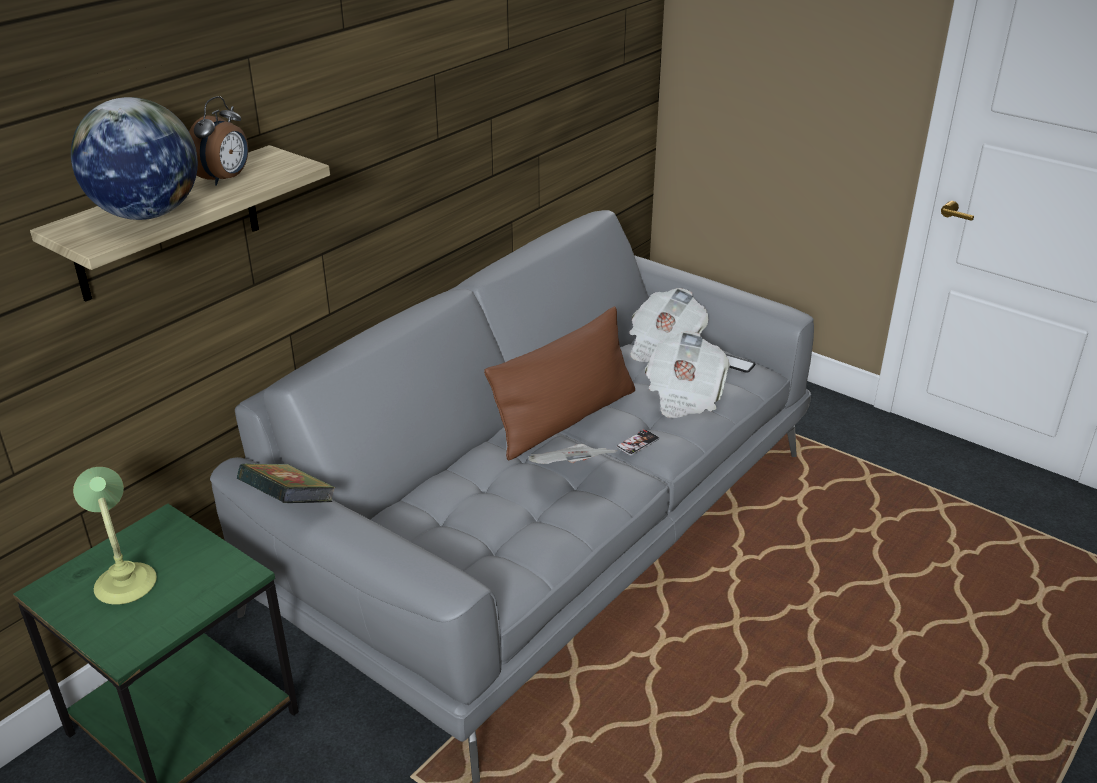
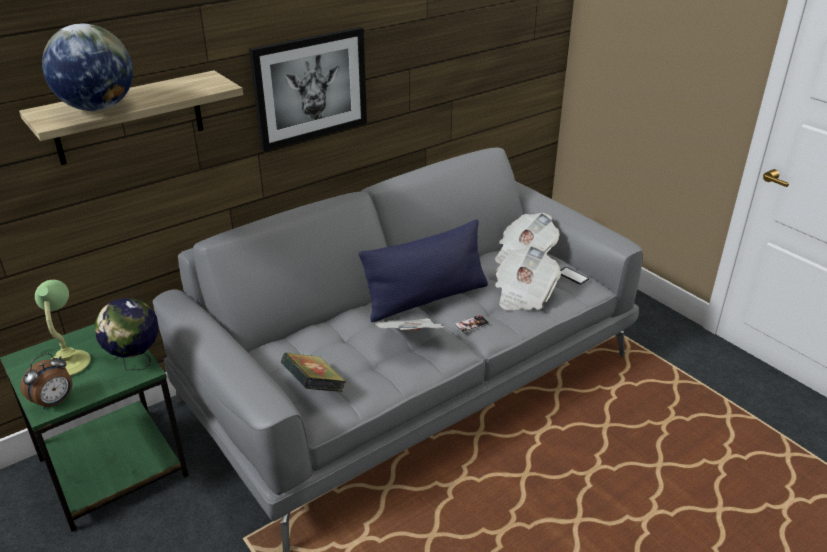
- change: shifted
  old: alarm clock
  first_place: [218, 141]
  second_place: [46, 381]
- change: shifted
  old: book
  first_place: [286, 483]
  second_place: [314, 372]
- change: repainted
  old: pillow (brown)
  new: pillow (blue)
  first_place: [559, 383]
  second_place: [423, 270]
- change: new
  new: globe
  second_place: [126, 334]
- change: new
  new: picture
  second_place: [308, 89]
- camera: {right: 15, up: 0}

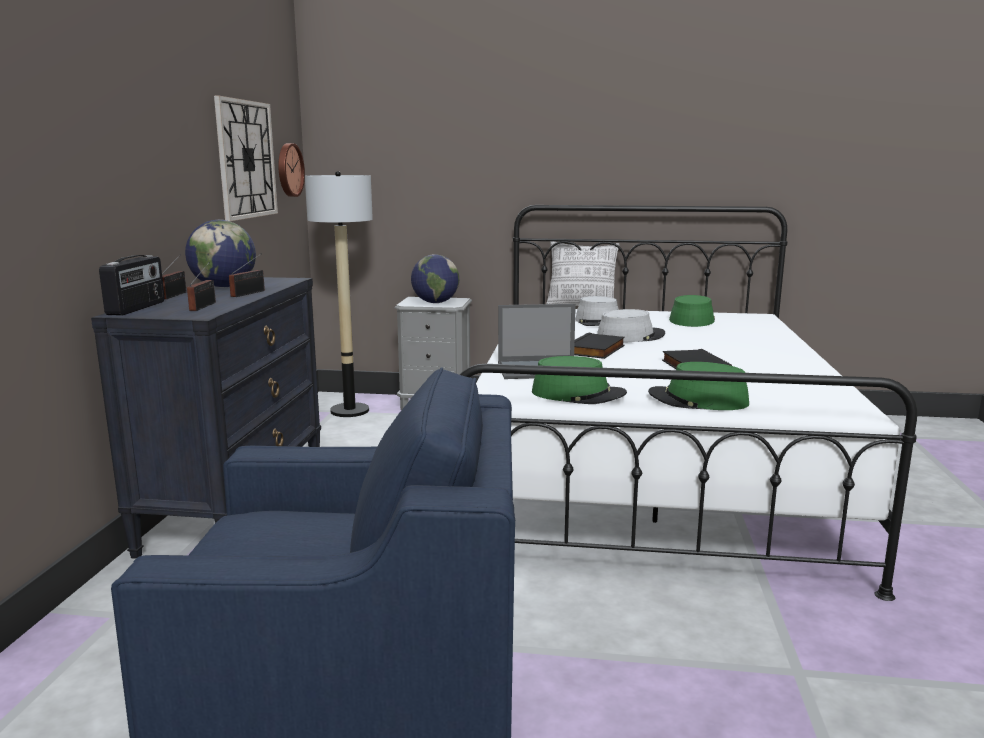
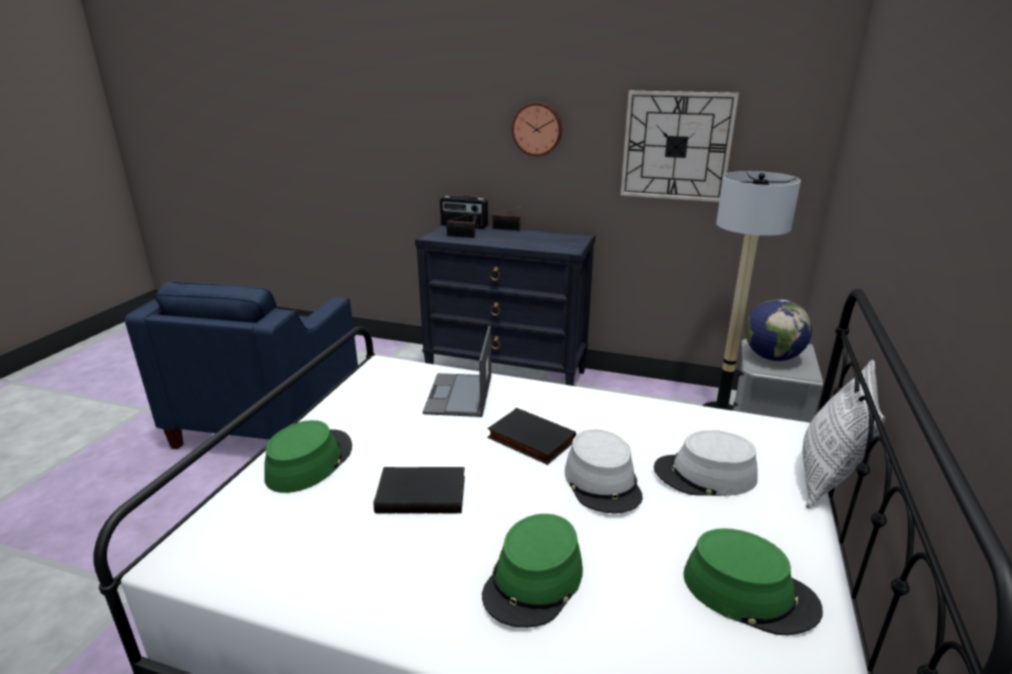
- change: gone
  old: globe
  first_place: [220, 254]
- change: gone
  old: radio
  first_place: [247, 275]
- change: shifted
  old: wall clock
  first_place: [291, 170]
  second_place: [537, 129]
- change: shifted
  old: hat (green)
  first_place: [579, 380]
  second_place: [532, 571]
- camera: {right: 100, up: 10}

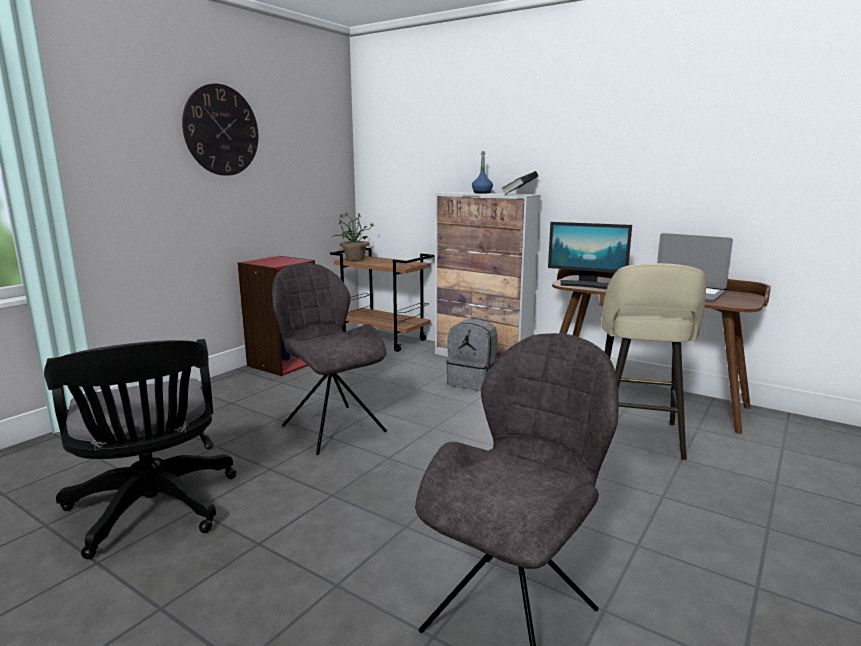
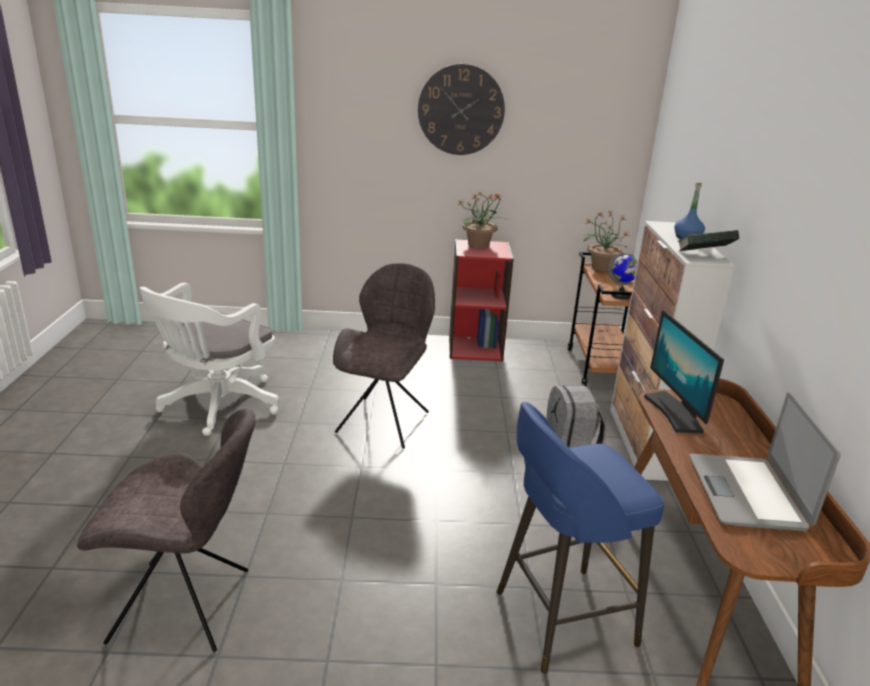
- change: repainted
  old: office chair (black)
  new: office chair (white)
  first_place: [140, 449]
  second_place: [209, 359]
- change: repainted
  old: stool (beige)
  new: stool (blue)
  first_place: [654, 361]
  second_place: [580, 538]
- change: new
  new: potted plant
  second_place: [482, 220]
- change: new
  new: globe
  second_place: [623, 275]
- camera: {right: 55, up: 10}

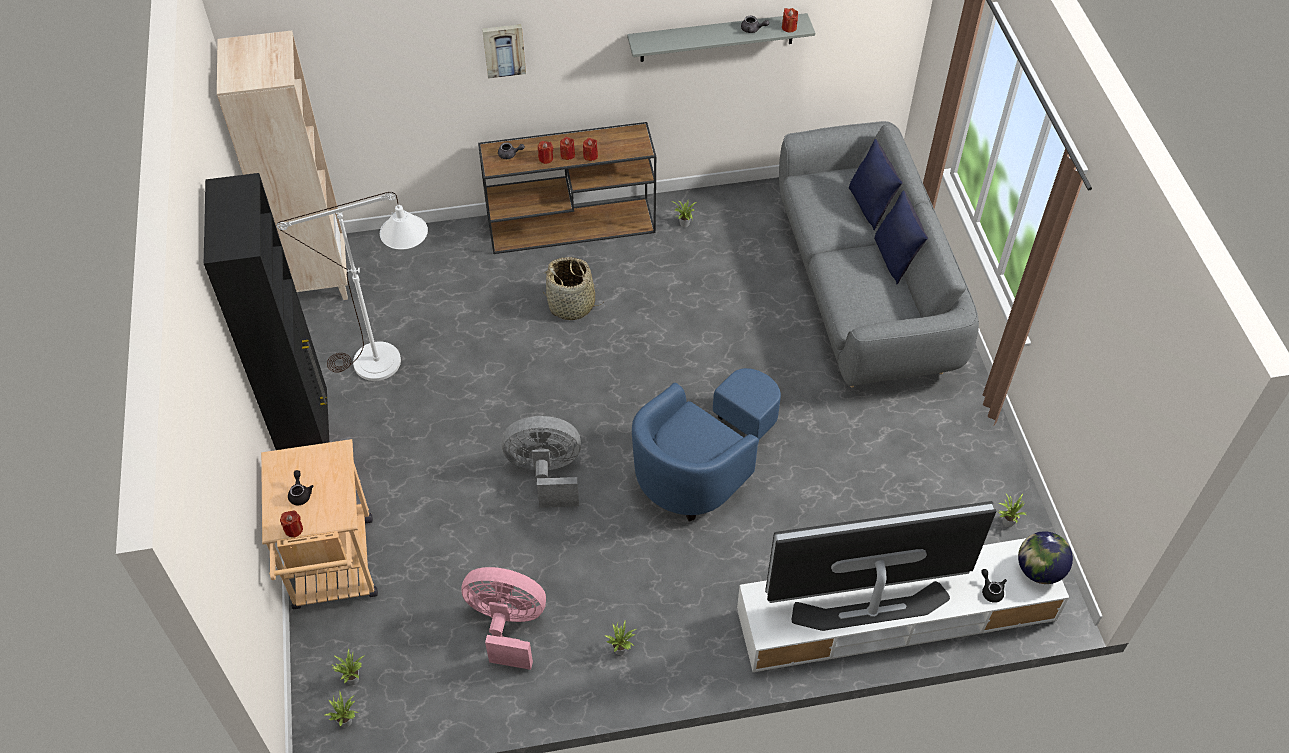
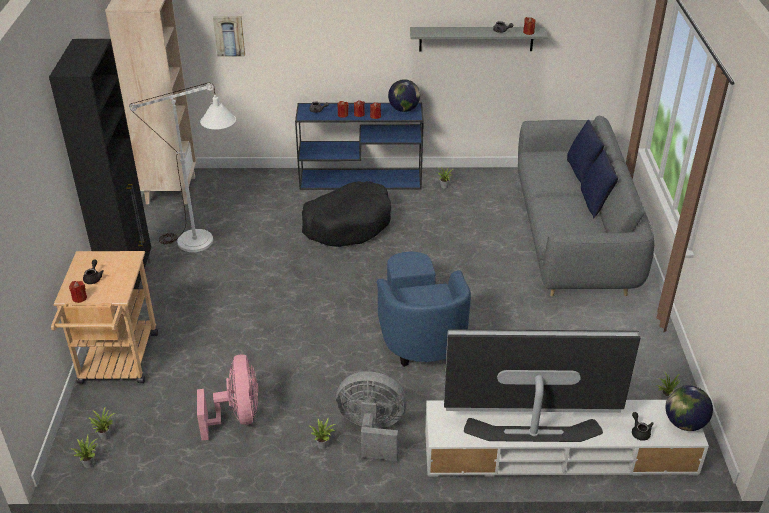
- change: rotated
  old: fan (pink)
  first_place: [503, 618]
  second_place: [228, 398]
  degrees: 60
- change: repainted
  old: console table (brown)
  new: console table (blue)
  first_place: [567, 188]
  second_place: [359, 146]
- change: shifted
  old: picture
  first_place: [504, 51]
  second_place: [229, 36]
- change: shifted
  old: fan (grey)
  first_place: [541, 461]
  second_place: [371, 416]
- change: swapped
  old: basket
  new: dog bed (black)
  first_place: [573, 288]
  second_place: [346, 214]
- change: rotated
  old: armchair (blue)
  first_place: [706, 445]
  second_place: [424, 309]
  degrees: -60
- change: new
  new: globe
  second_place: [404, 95]
- camera: {right: 10, up: -15}

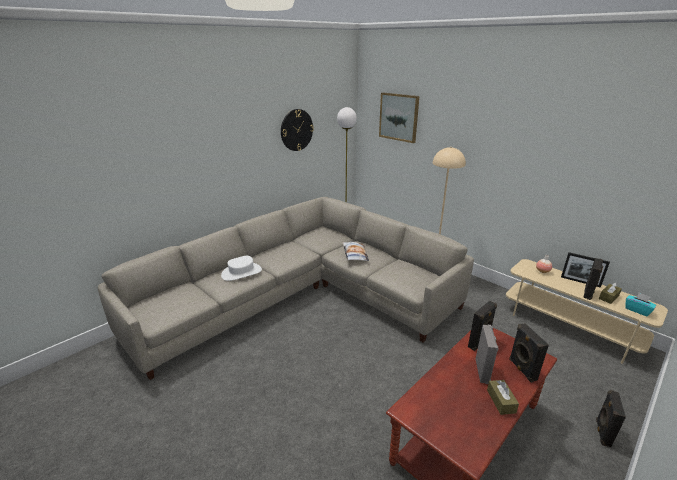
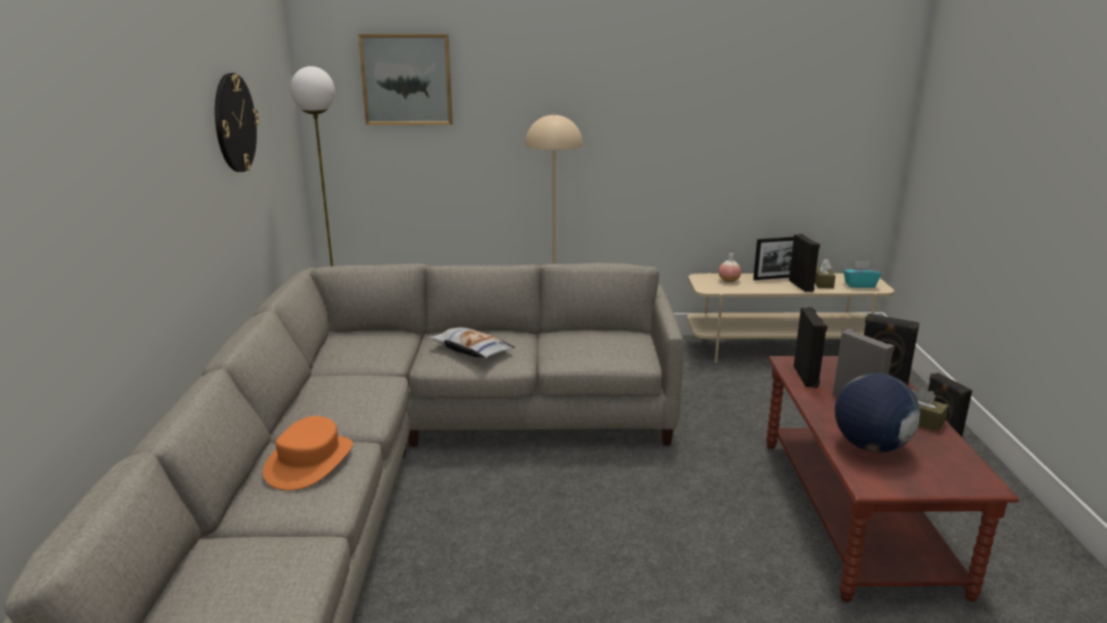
- change: repainted
  old: hat (white)
  new: hat (orange)
  first_place: [241, 268]
  second_place: [308, 453]
- change: new
  new: globe
  second_place: [877, 412]
- camera: {right: -45, up: -5}

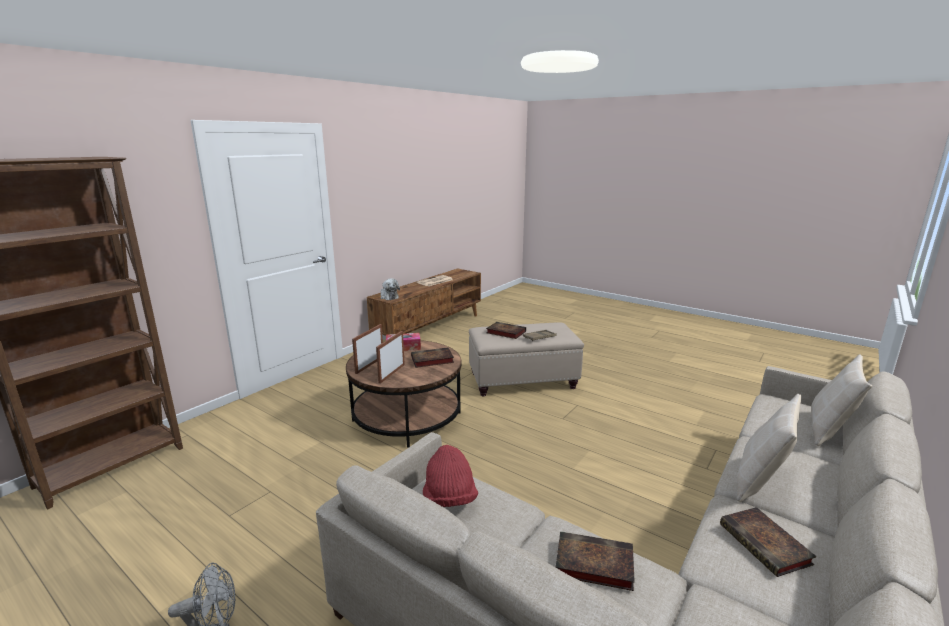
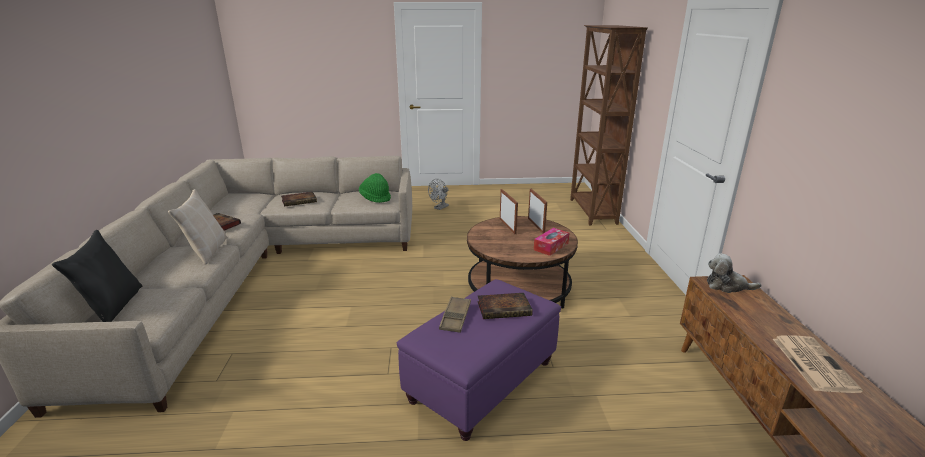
- change: gone
  old: book
  first_place: [432, 357]
- change: repainted
  old: hat (red)
  new: hat (green)
  first_place: [450, 476]
  second_place: [375, 188]
- change: repainted
  old: ottoman (beige)
  new: ottoman (purple)
  first_place: [526, 359]
  second_place: [479, 360]
- change: repainted
  old: pillow (beige)
  new: pillow (black)
  first_place: [841, 400]
  second_place: [97, 276]
- camera: {right: 140, up: 5}

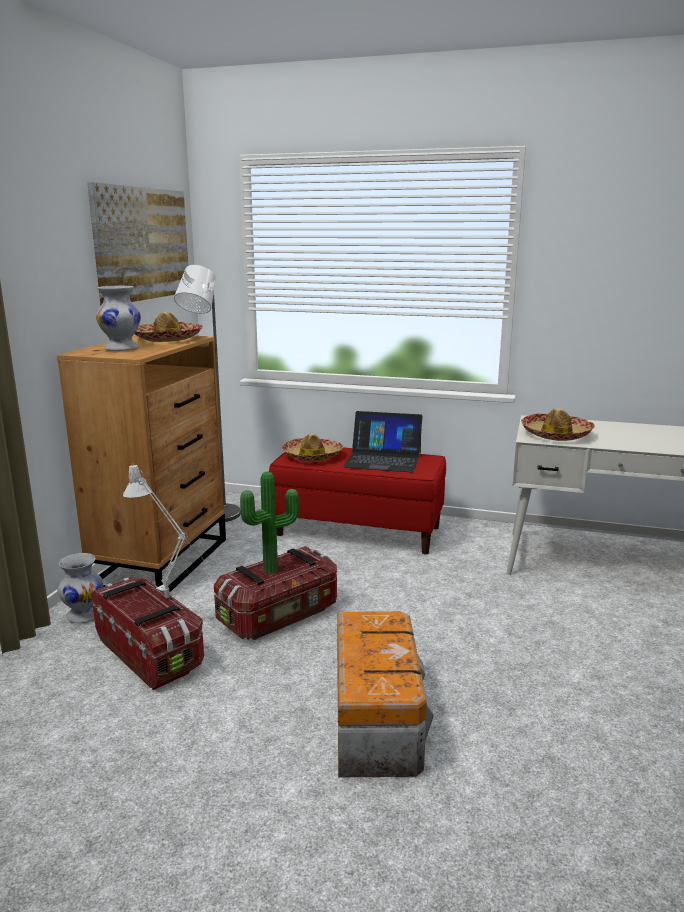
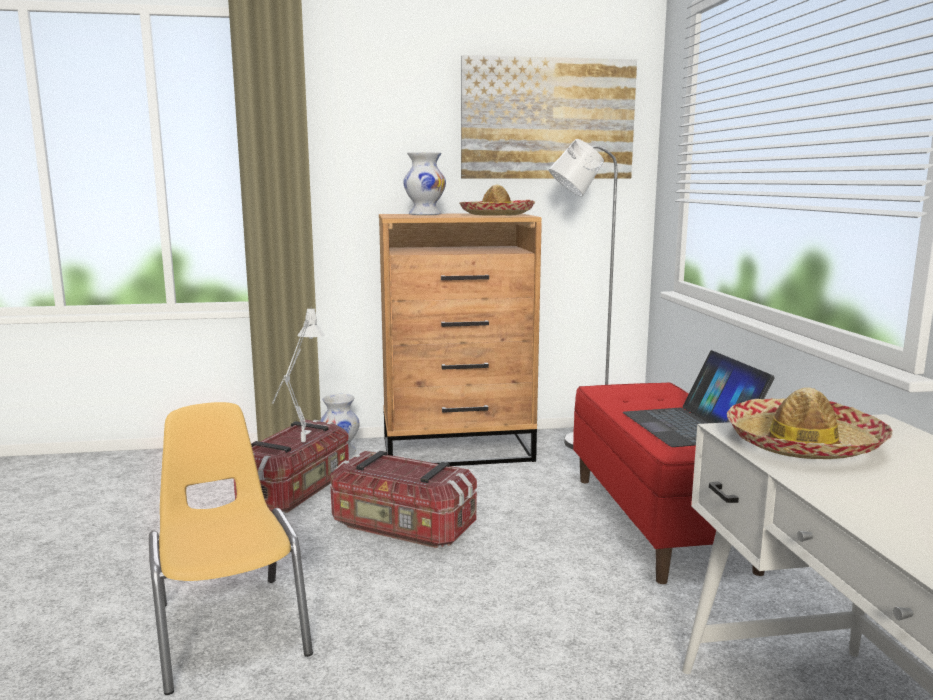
- change: gone
  old: potted plant
  first_place: [269, 522]
- change: gone
  old: hat
  first_place: [312, 447]
- change: swapped
  old: storage box
  new: chair (yellow)
  first_place: [385, 694]
  second_place: [231, 548]
- camera: {right: 65, up: -5}

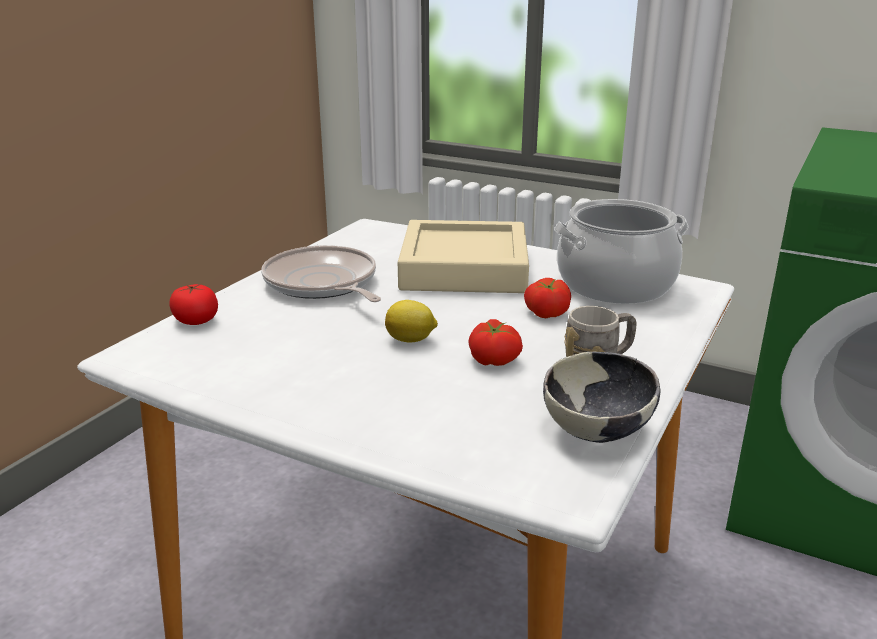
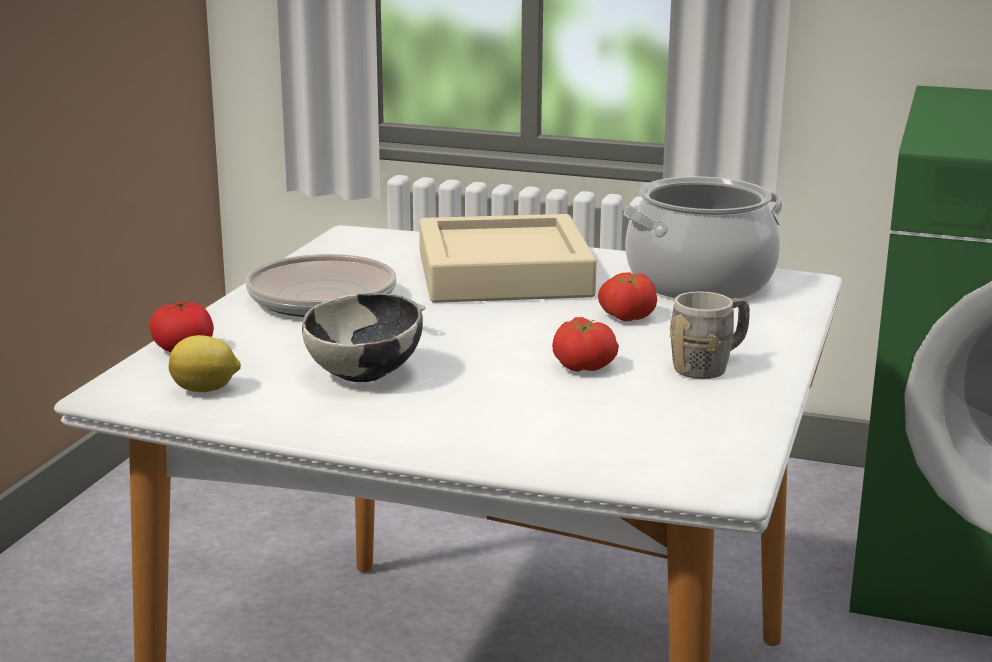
- change: shifted
  old: lemon
  first_place: [411, 321]
  second_place: [205, 363]
- change: shifted
  old: bowl
  first_place: [602, 397]
  second_place: [362, 337]
- camera: {right: -10, up: -5}

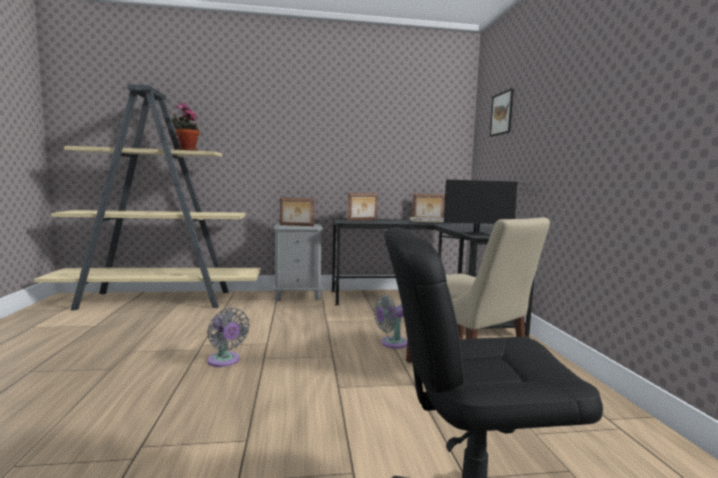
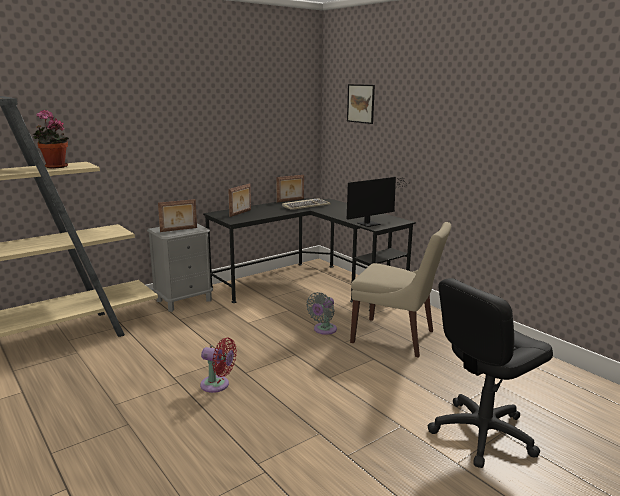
- change: repainted
  old: fan (grey)
  new: fan (red)
  first_place: [228, 337]
  second_place: [218, 365]
- camera: {right: -30, up: 10}

